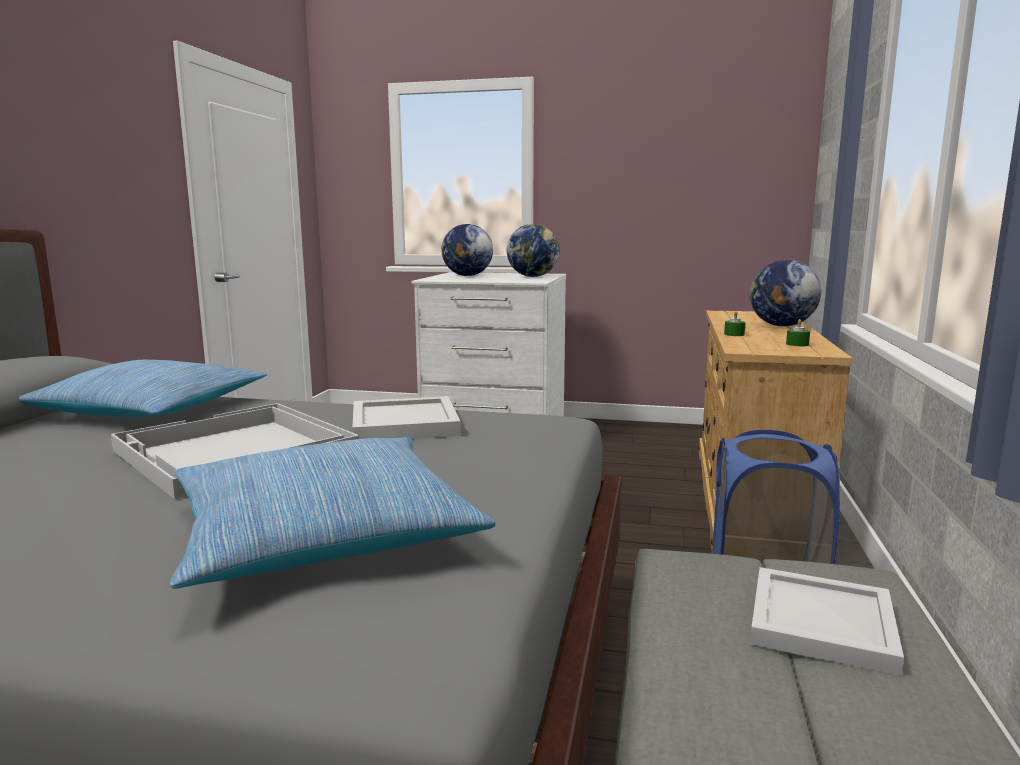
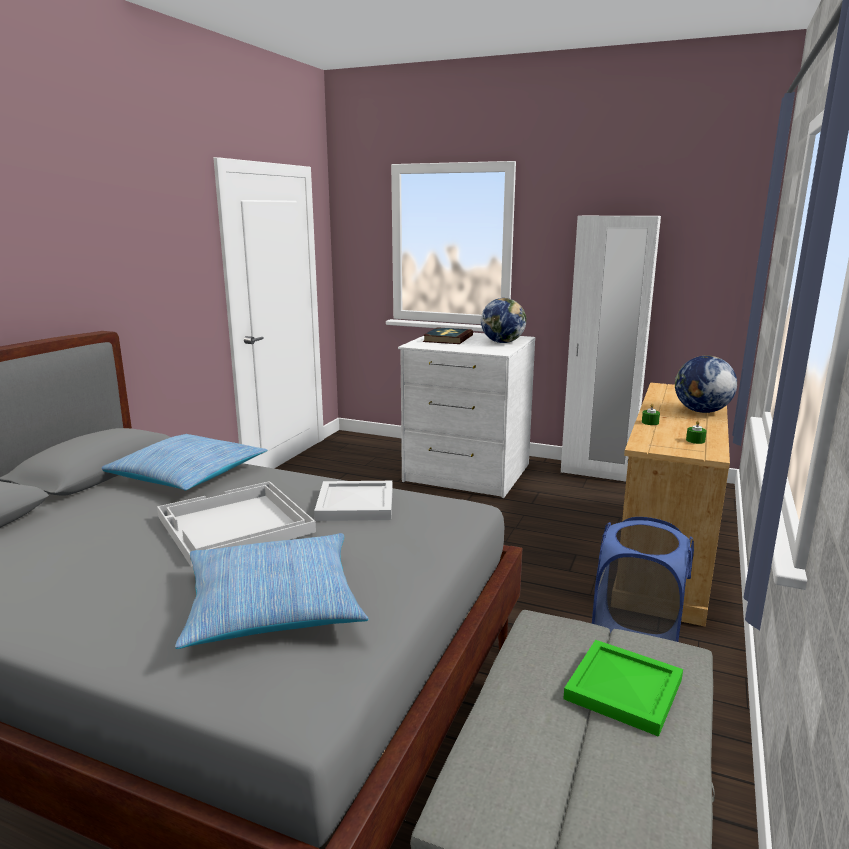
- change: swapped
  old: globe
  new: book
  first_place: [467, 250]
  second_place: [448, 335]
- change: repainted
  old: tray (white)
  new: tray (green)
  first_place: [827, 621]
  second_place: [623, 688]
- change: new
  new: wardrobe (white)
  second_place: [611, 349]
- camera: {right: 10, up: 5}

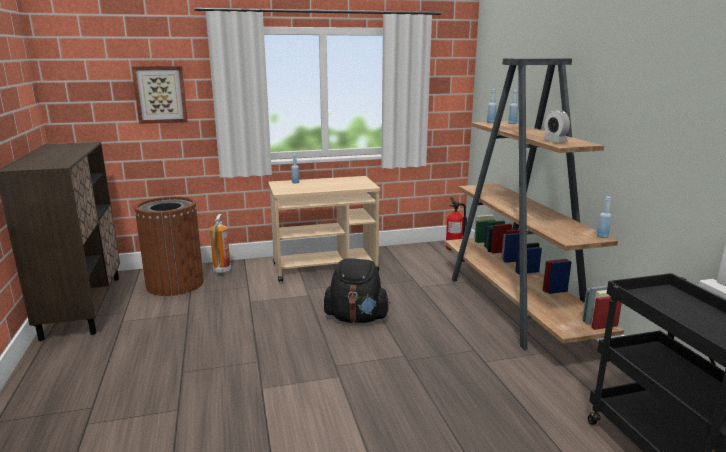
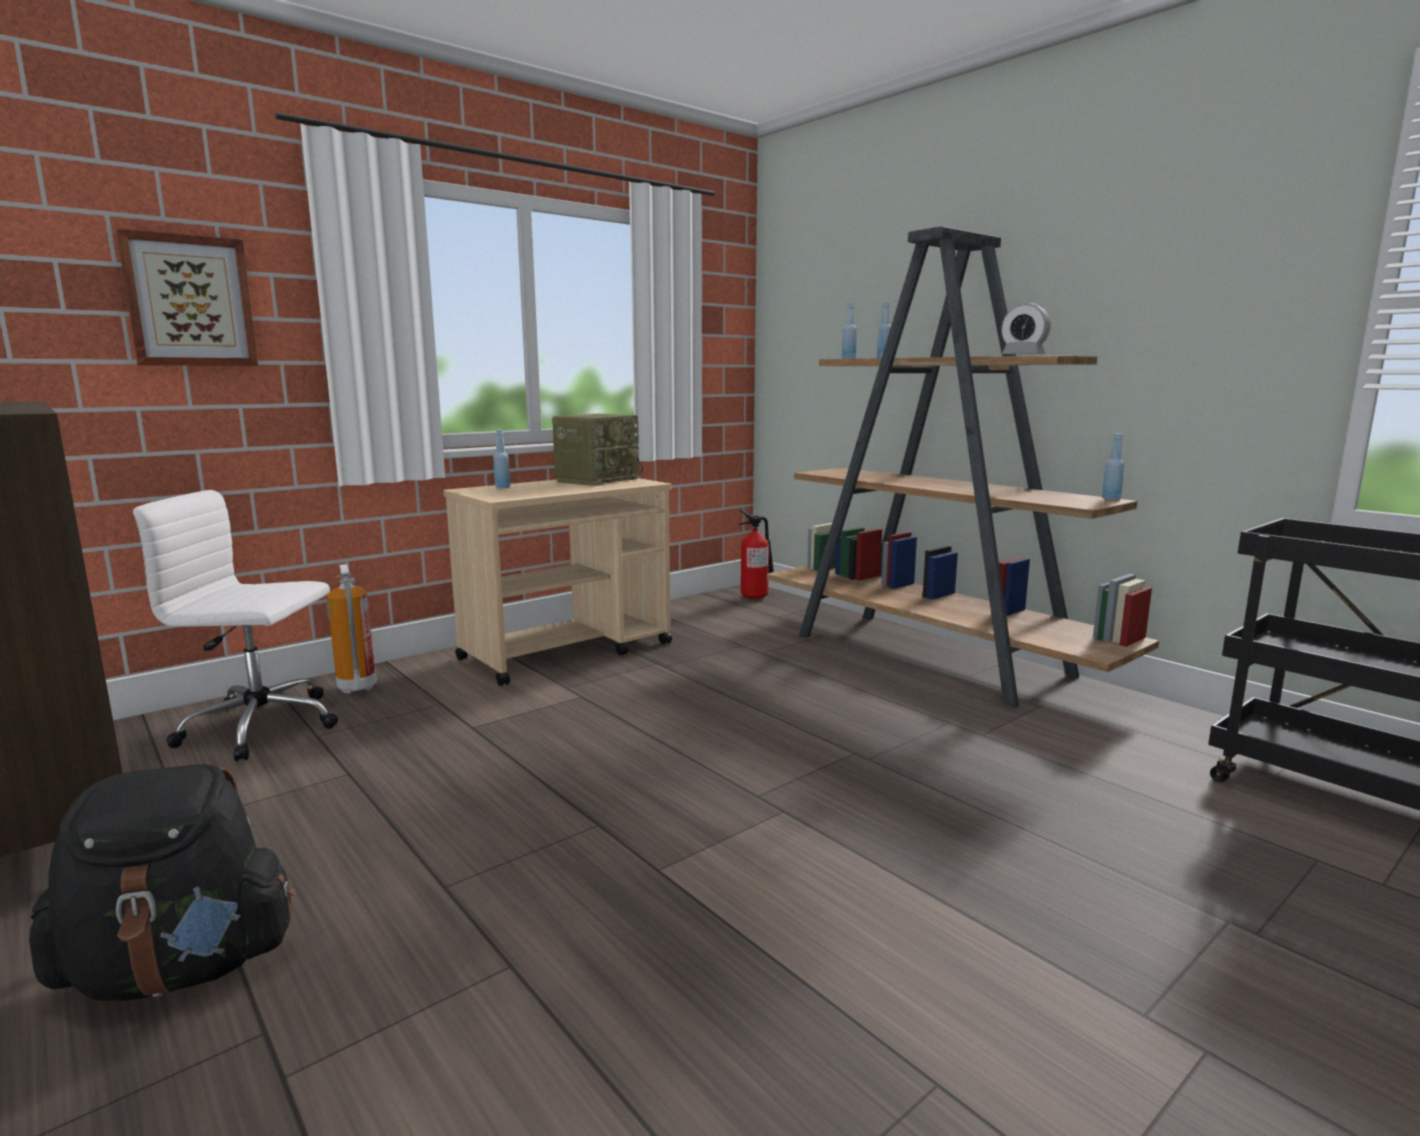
- change: swapped
  old: trash can (brown)
  new: office chair (white)
  first_place: [169, 246]
  second_place: [235, 626]
- change: shifted
  old: backpack (black)
  first_place: [357, 291]
  second_place: [162, 882]
- change: new
  new: radio
  second_place: [597, 450]
- camera: {right: -25, up: -5}

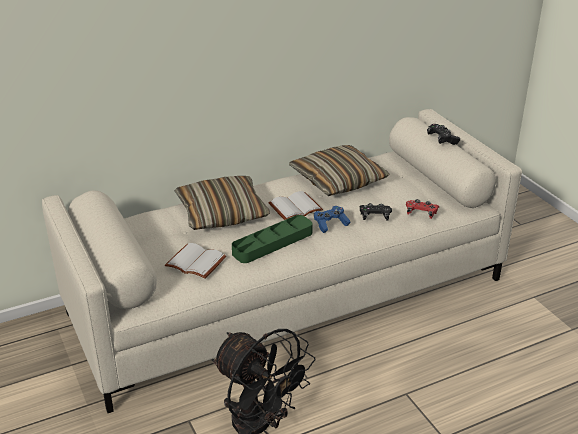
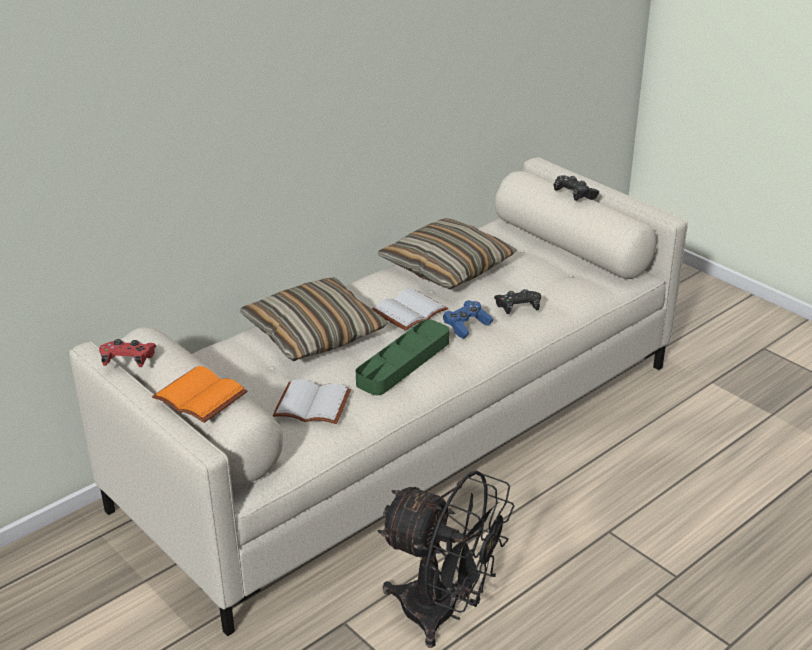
- change: shifted
  old: game controller (red)
  first_place: [422, 209]
  second_place: [127, 353]
- change: new
  new: book (orange)
  second_place: [200, 394]
- camera: {right: -15, up: 0}

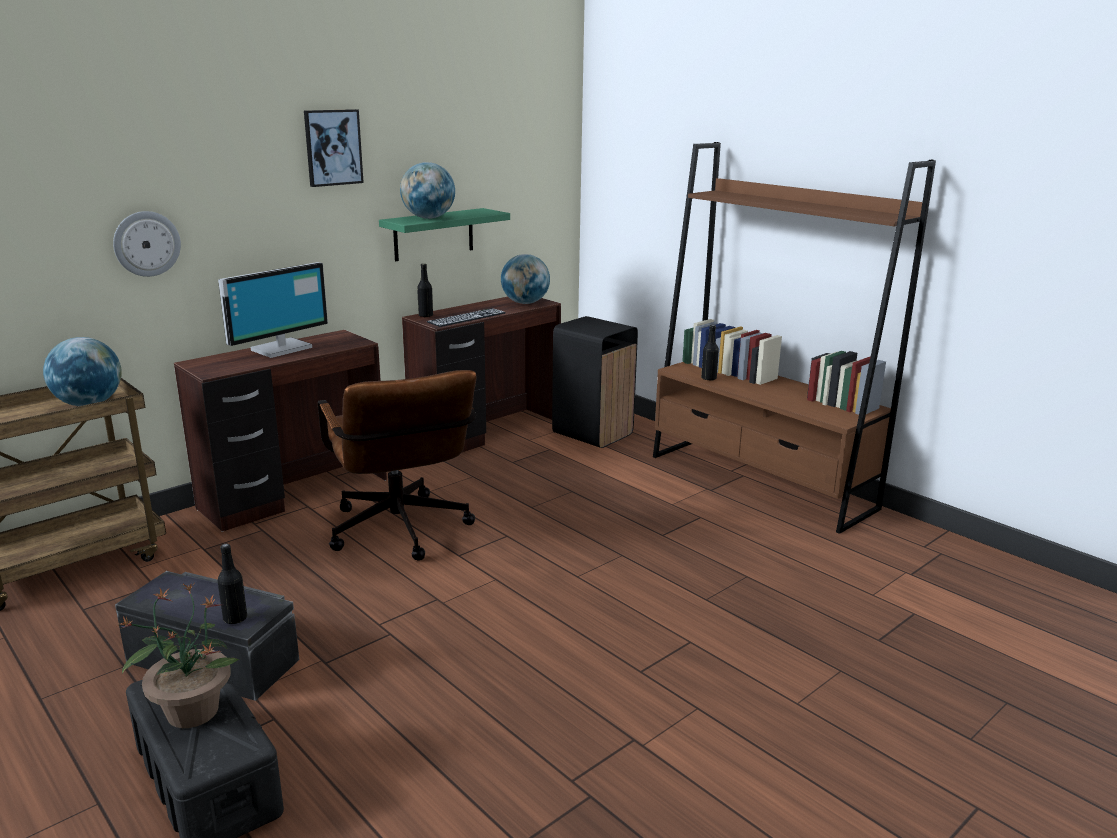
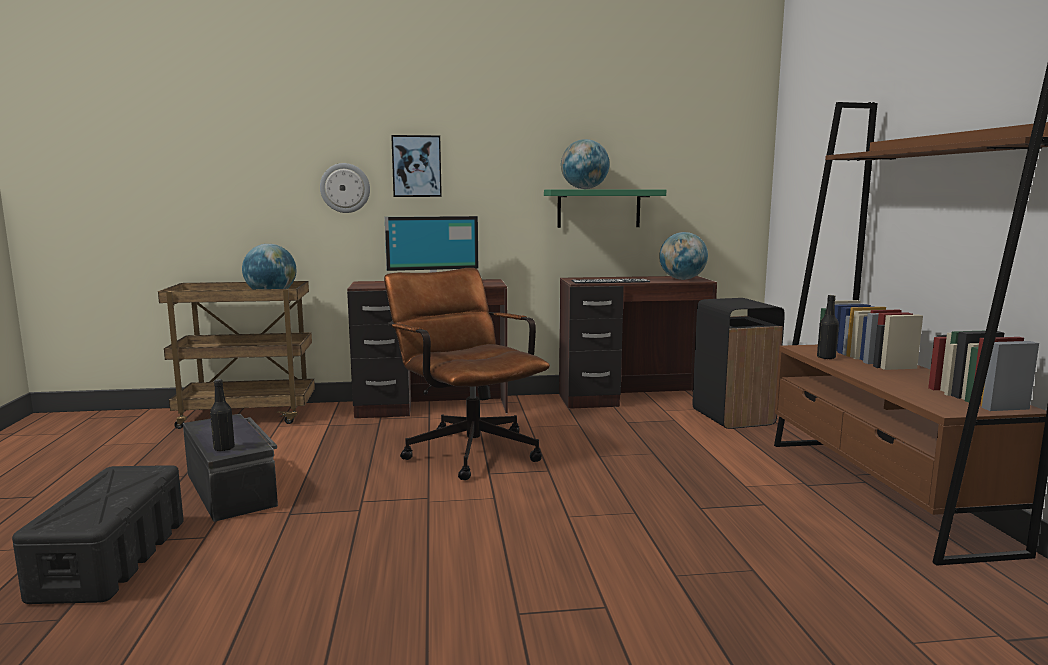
- change: gone
  old: potted plant
  first_place: [177, 655]
- change: shifted
  old: picture
  first_place: [334, 148]
  second_place: [416, 166]
- change: rotated
  old: office chair (brown)
  first_place: [397, 465]
  second_place: [467, 374]
  degrees: 135
- change: gone
  old: bottle (black)
  first_place: [425, 290]
- camera: {right: 35, up: -10}

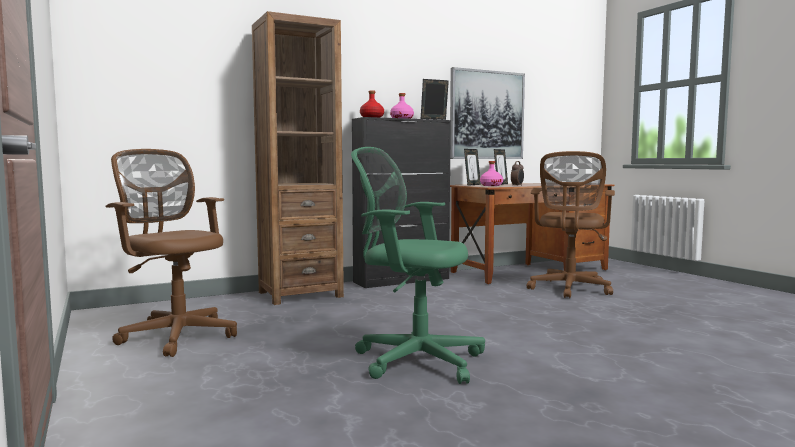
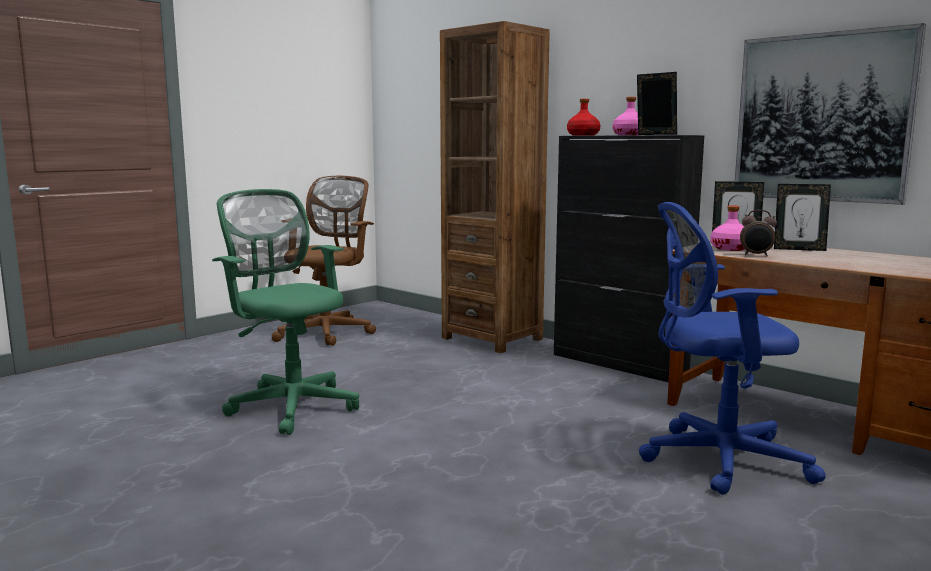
- change: rotated
  old: office chair (green)
  first_place: [418, 265]
  second_place: [285, 312]
  degrees: -45
- change: repainted
  old: office chair (brown)
  new: office chair (blue)
  first_place: [571, 224]
  second_place: [732, 348]
- camera: {right: 70, up: 5}

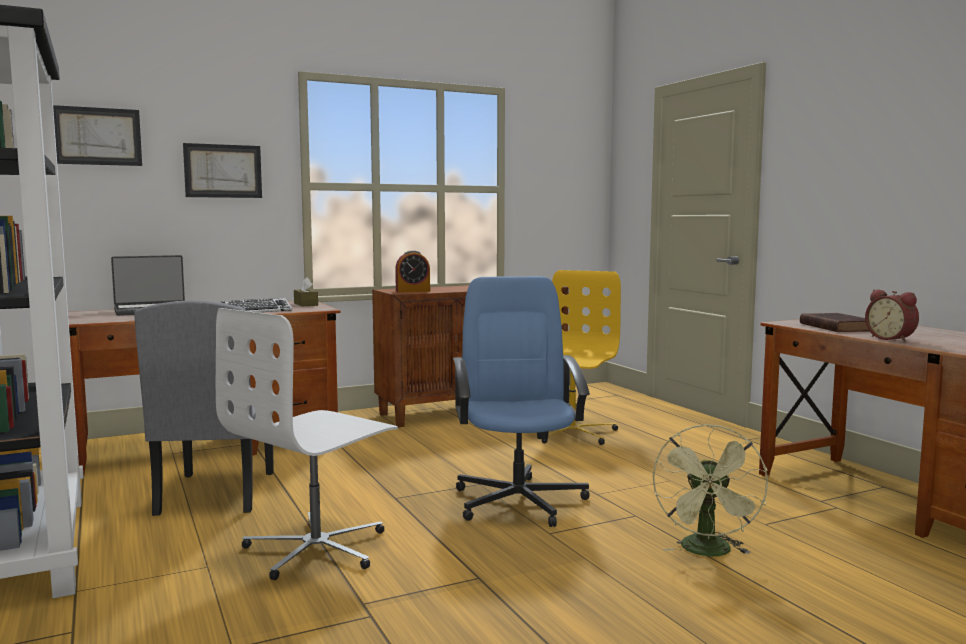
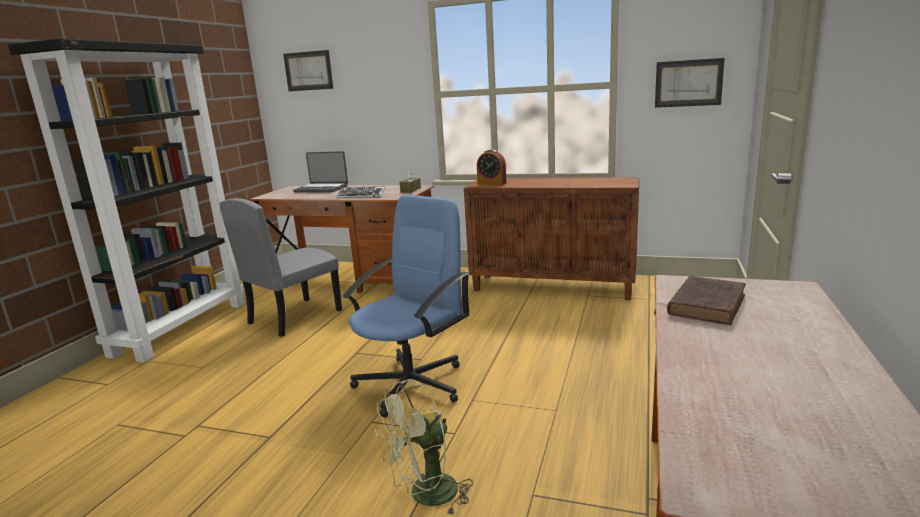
- change: shifted
  old: picture
  first_place: [222, 170]
  second_place: [690, 83]
- change: gone
  old: office chair (white)
  first_place: [307, 444]
- change: gone
  old: office chair (yellow)
  first_place: [581, 357]
- change: gone
  old: alarm clock
  first_place: [892, 315]
- camera: {right: 45, up: 10}

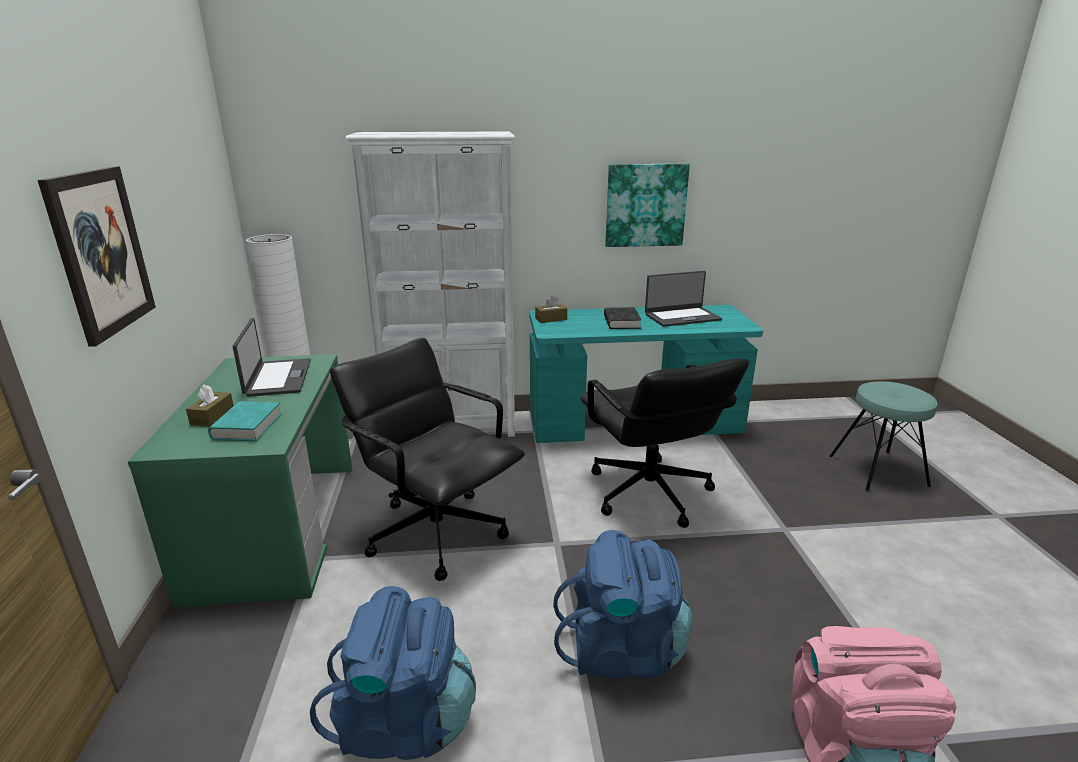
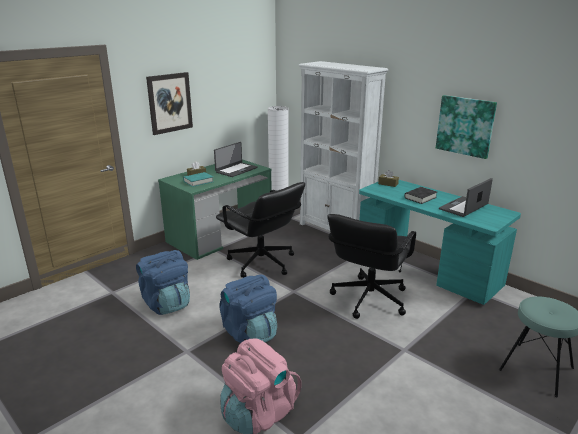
- change: rotated
  old: office chair (black)
  first_place: [427, 459]
  second_place: [260, 230]
  degrees: 135
- change: rotated
  old: laptop
  first_place: [683, 299]
  second_place: [466, 197]
  degrees: 105
- camera: {right: 50, up: 0}

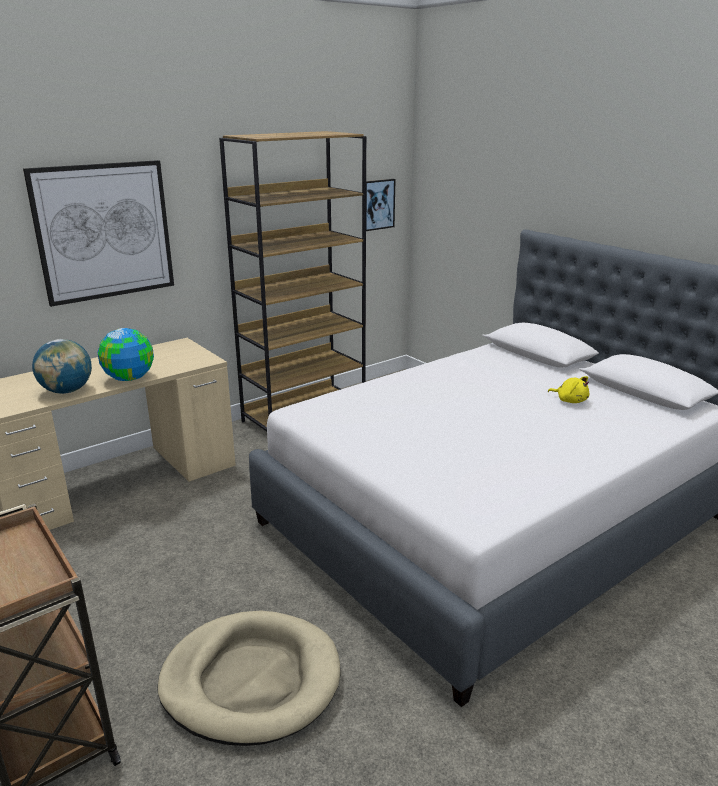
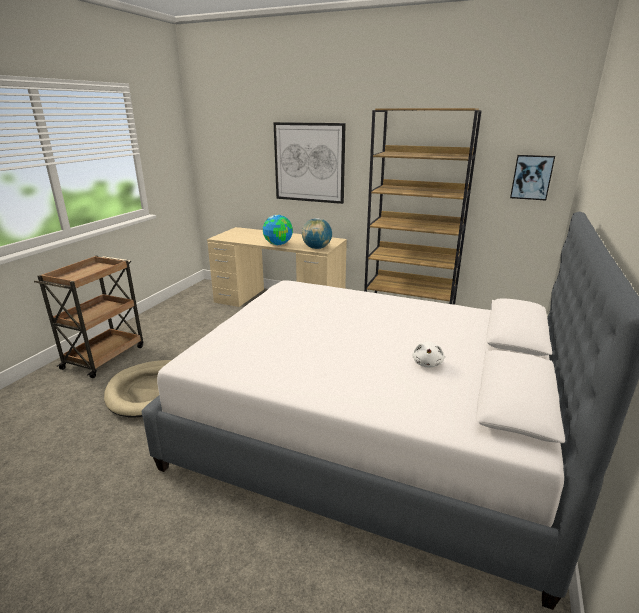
- change: shifted
  old: globe
  first_place: [62, 366]
  second_place: [317, 233]
- change: repainted
  old: plush toy (yellow)
  new: plush toy (white)
  first_place: [568, 389]
  second_place: [428, 354]
- camera: {right: 60, up: 0}

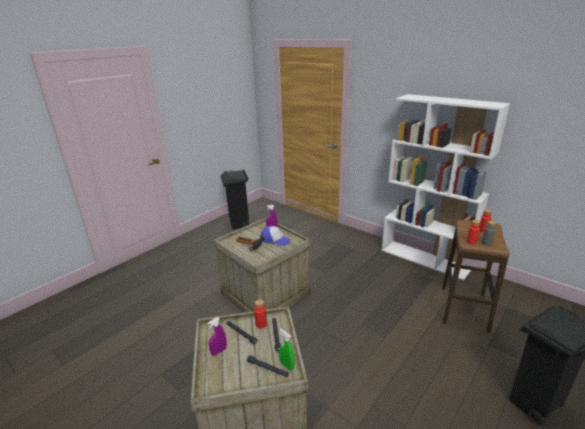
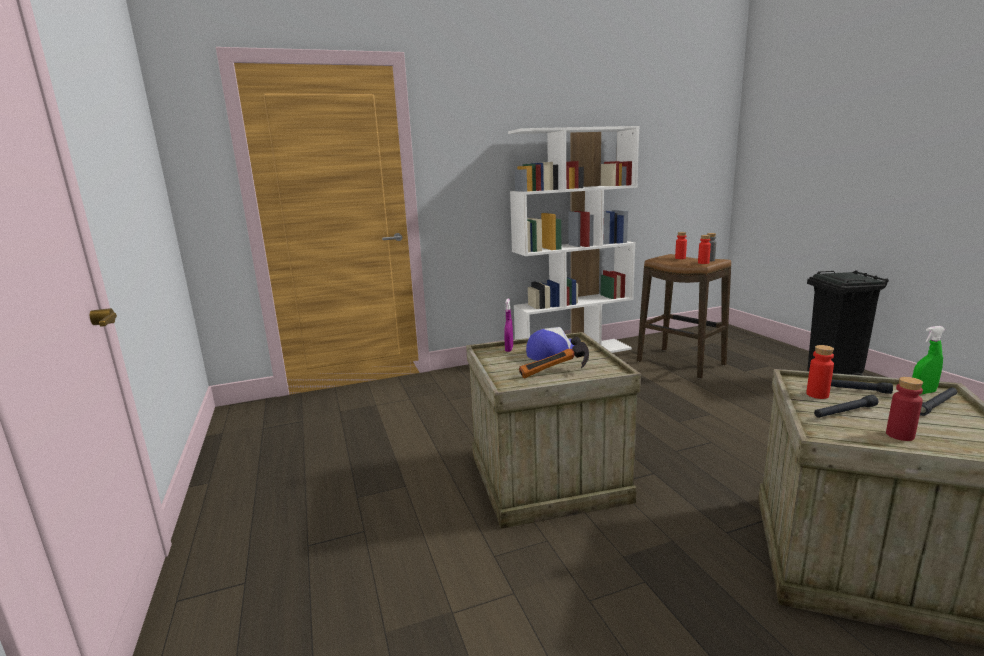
- change: swapped
  old: spray bottle (purple)
  new: bottle (red)
  first_place: [217, 336]
  second_place: [904, 409]
- change: gone
  old: trash can (black)
  first_place: [235, 200]
- camera: {right: -60, up: -10}

